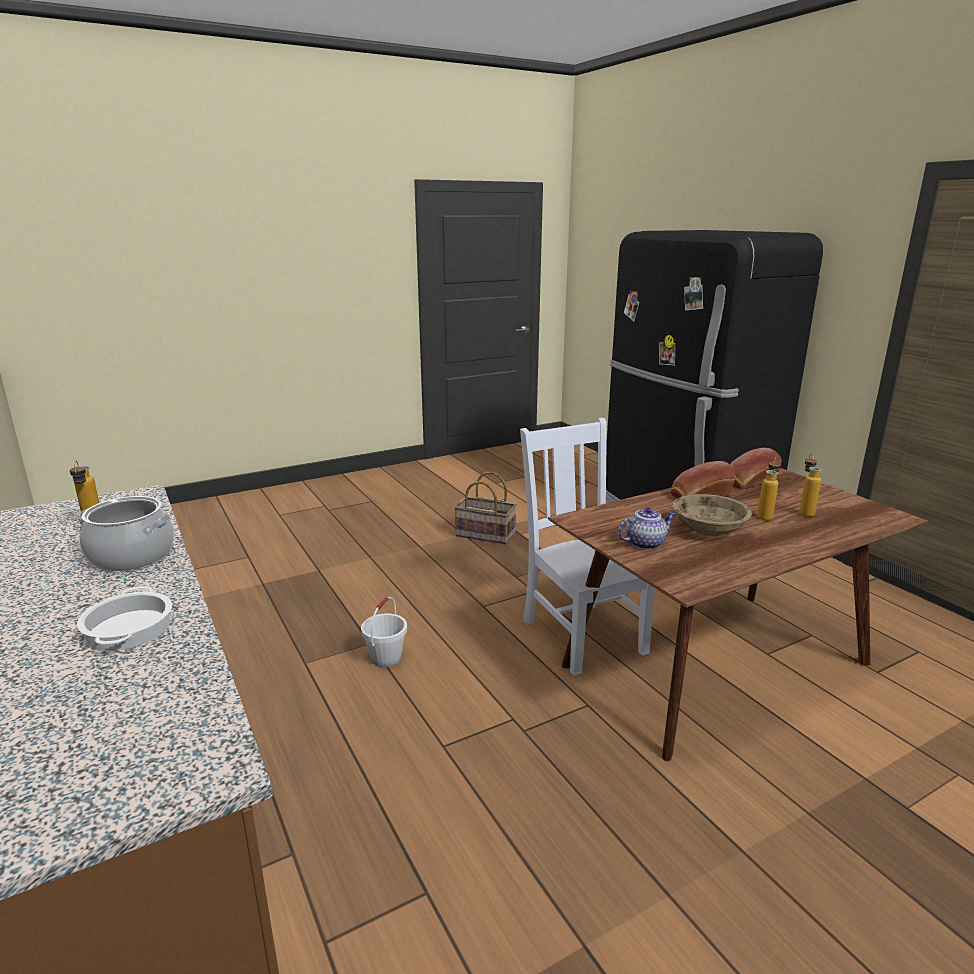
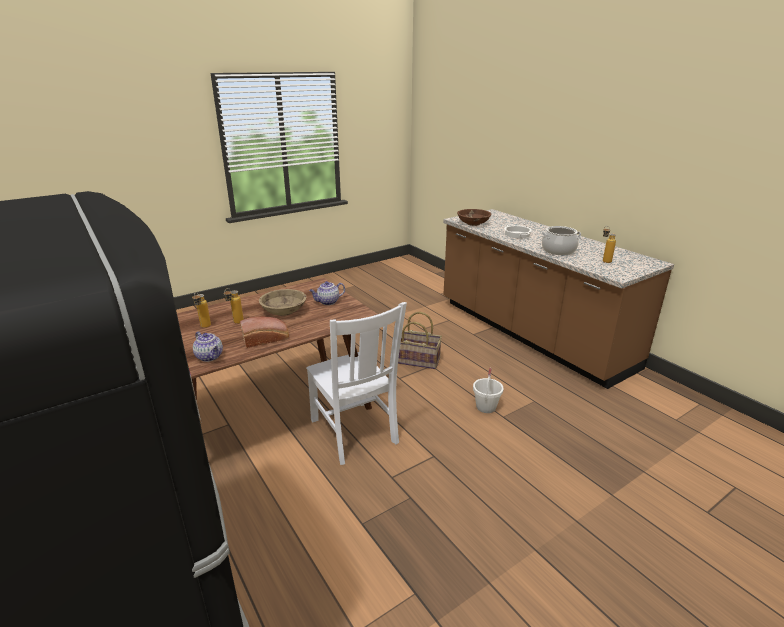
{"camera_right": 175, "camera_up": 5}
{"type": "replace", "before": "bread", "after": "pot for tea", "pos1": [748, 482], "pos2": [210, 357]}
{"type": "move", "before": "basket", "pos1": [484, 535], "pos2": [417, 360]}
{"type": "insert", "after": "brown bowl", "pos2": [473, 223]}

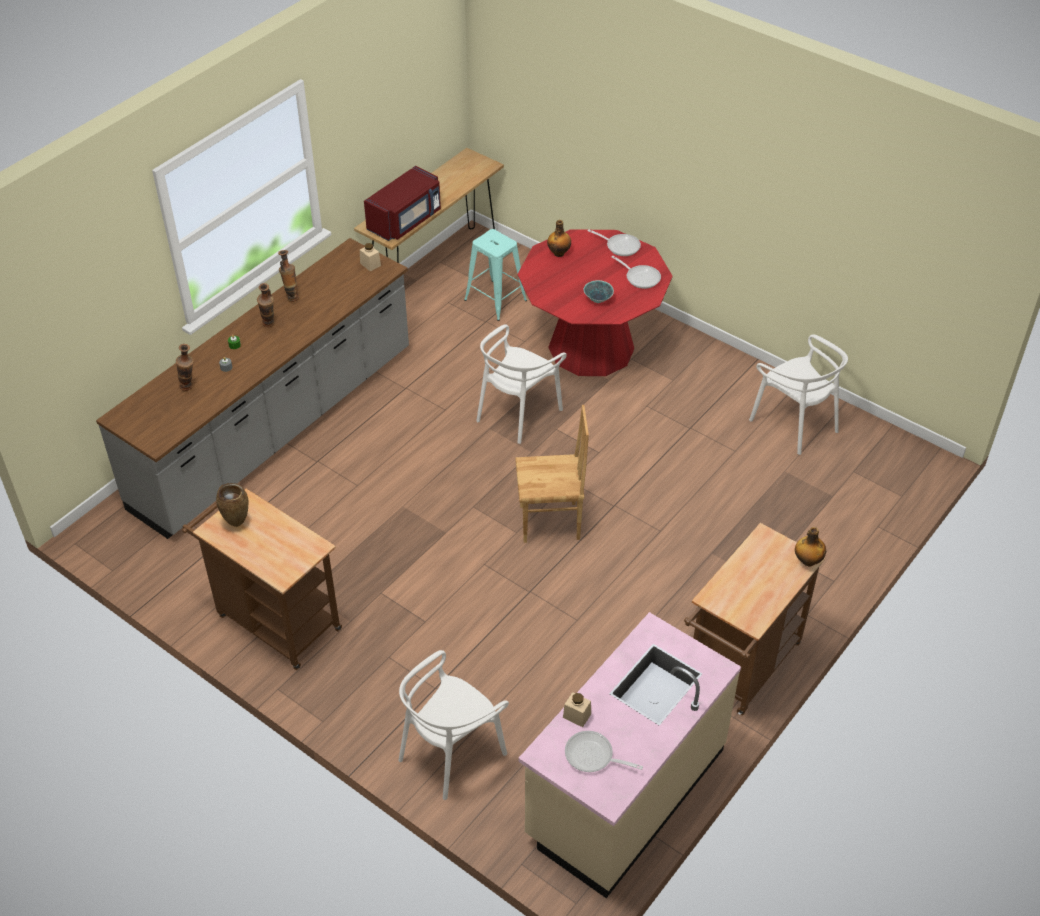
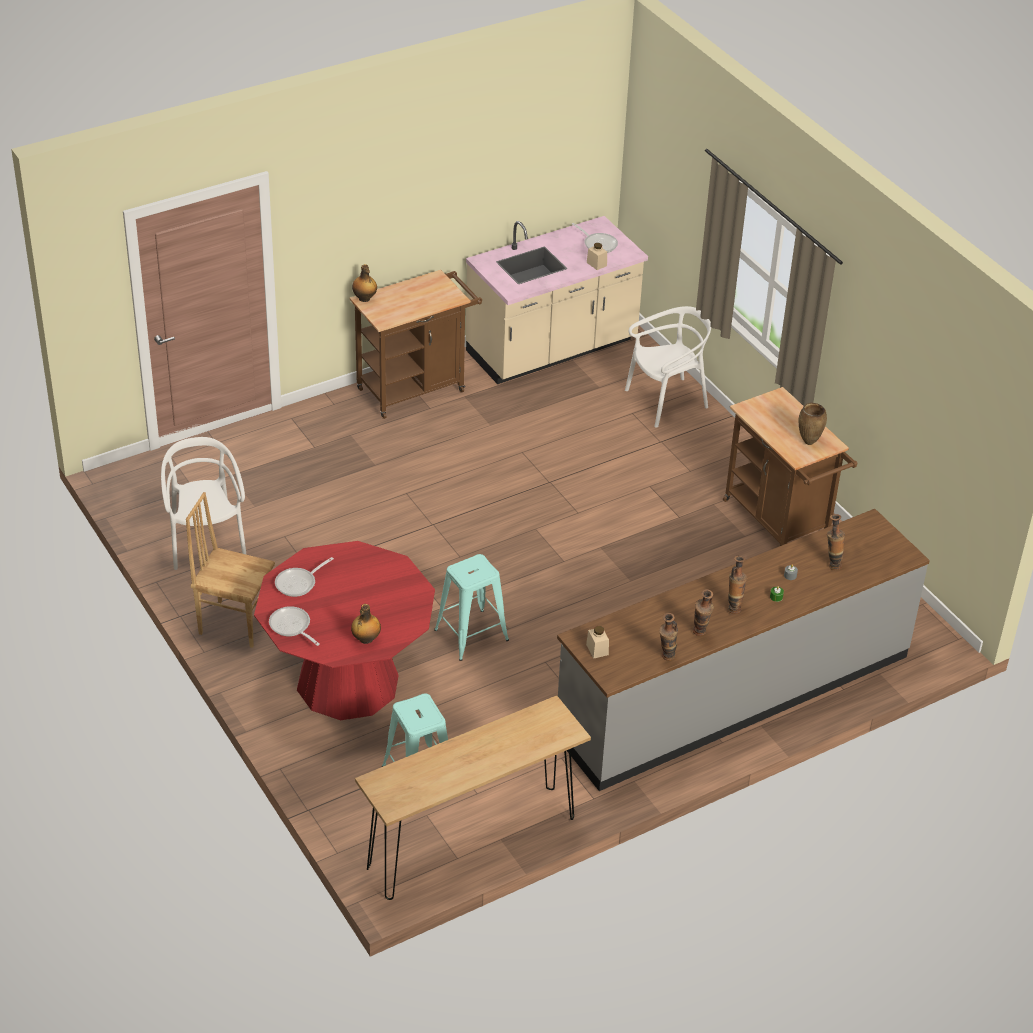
{"camera_right": -160, "camera_up": -5}
{"type": "move", "before": "brown plain chair", "pos1": [550, 523], "pos2": [235, 623]}
{"type": "rotate", "before": "pan", "pos1": [640, 277], "pos2": [299, 583], "turn": -105}
{"type": "replace", "before": "whitish plain chair", "after": "blue-green stool", "pos1": [517, 413], "pos2": [471, 635]}
{"type": "insert", "after": "vase", "pos2": [666, 659]}
{"type": "delete", "before": "red kitchen microwave", "pos1": [406, 220]}
{"type": "delete", "before": "bowl", "pos1": [597, 299]}

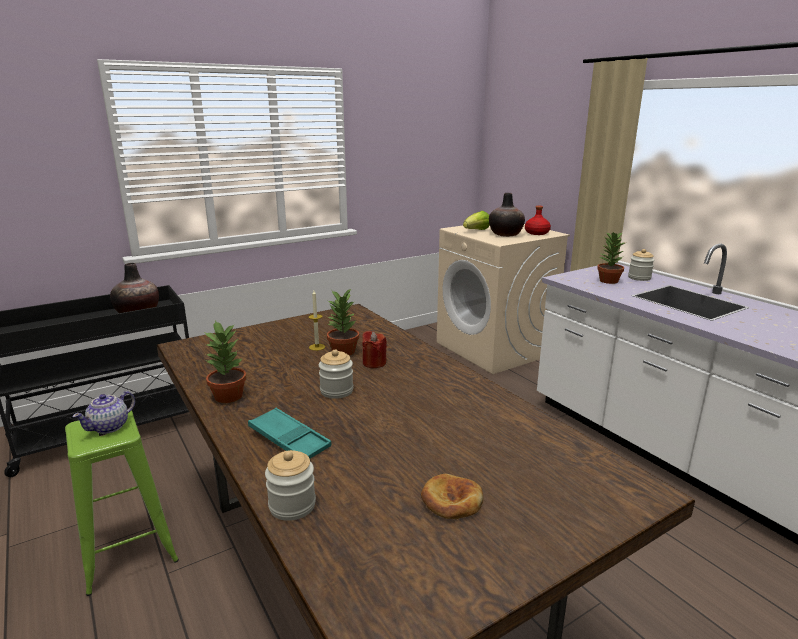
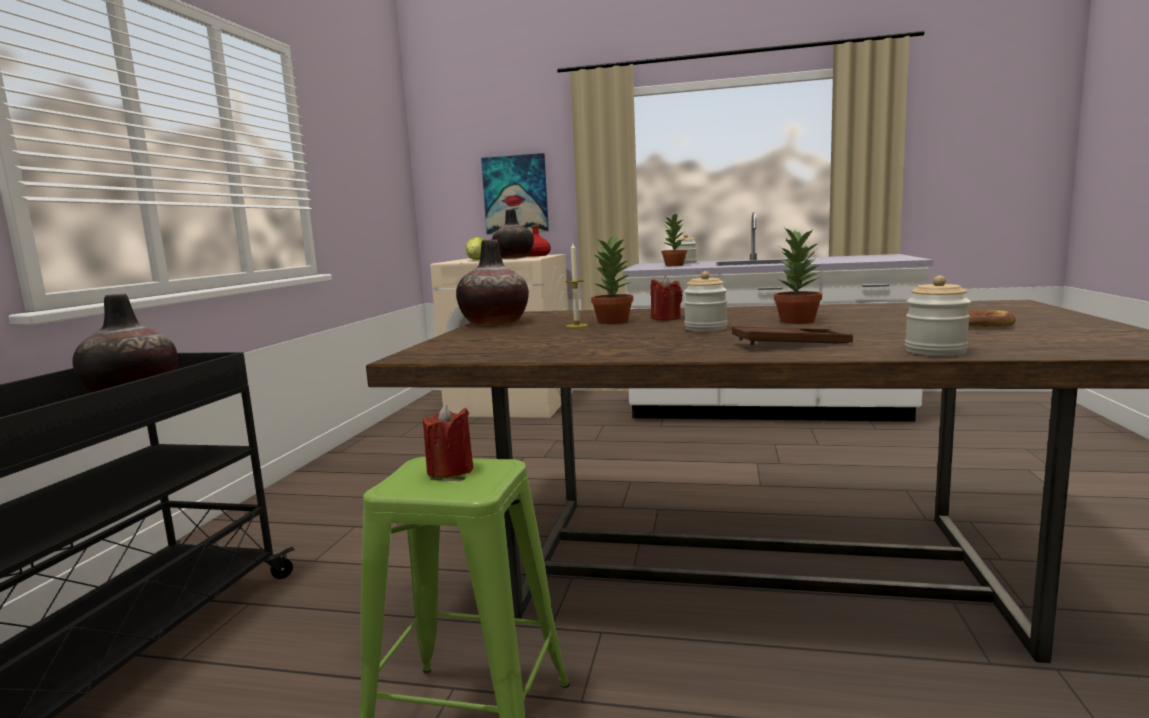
{"camera_right": -45, "camera_up": -10}
{"type": "replace", "before": "pot for tea", "after": "red candle", "pos1": [110, 427], "pos2": [450, 470]}
{"type": "insert", "after": "vase", "pos2": [494, 323]}
{"type": "insert", "after": "wall art", "pos2": [515, 194]}
{"type": "recolor", "before": "blue-green carrying tray", "after": "brown carrying tray", "pos1": [289, 440], "pos2": [790, 344]}
{"type": "move", "before": "potted plant", "pos1": [229, 396], "pos2": [796, 321]}

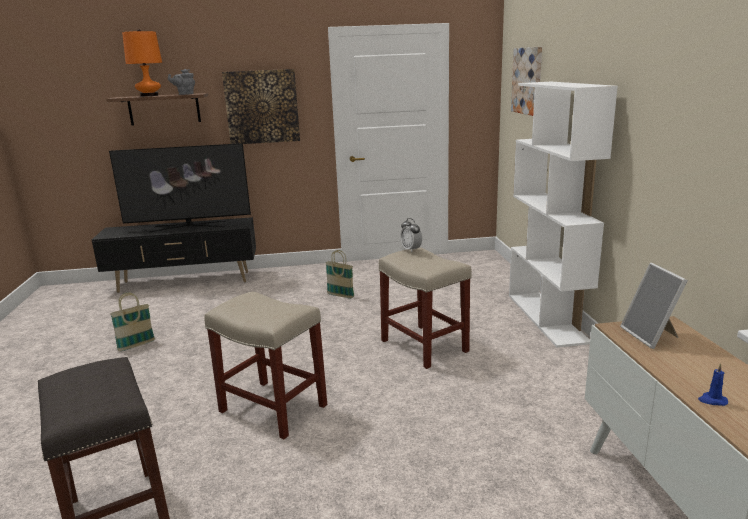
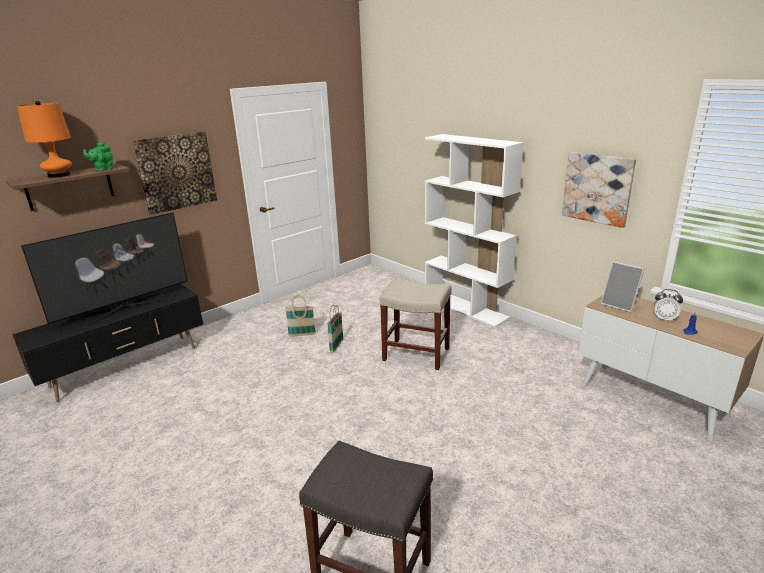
{"camera_right": -35, "camera_up": 5}
{"type": "recolor", "before": "grey pot for tea", "after": "green pot for tea", "pos1": [184, 94], "pos2": [103, 169]}
{"type": "move", "before": "basket", "pos1": [136, 345], "pos2": [336, 346]}
{"type": "move", "before": "wall art", "pos1": [527, 81], "pos2": [597, 188]}
{"type": "move", "before": "bedside clock", "pos1": [411, 250], "pos2": [664, 319]}
{"type": "delete", "before": "beige stool", "pos1": [271, 408]}

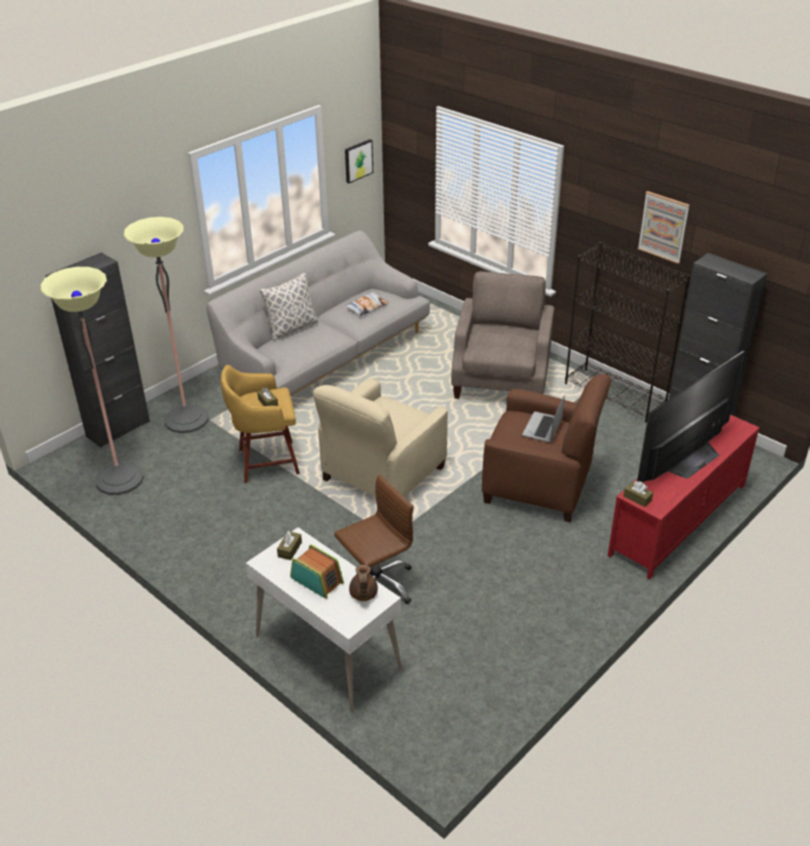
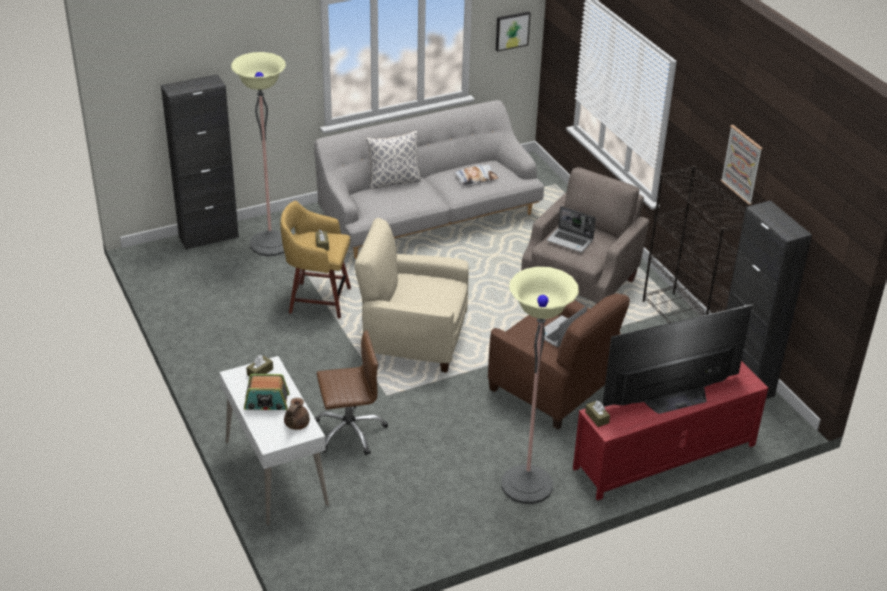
{"camera_right": 20, "camera_up": 0}
{"type": "rotate", "before": "radio", "pos1": [317, 580], "pos2": [266, 402], "turn": 120}
{"type": "rotate", "before": "beige armchair", "pos1": [382, 474], "pos2": [413, 339], "turn": 45}
{"type": "move", "before": "standard lamp", "pos1": [119, 479], "pos2": [527, 485]}
{"type": "insert", "after": "laptop", "pos2": [570, 241]}

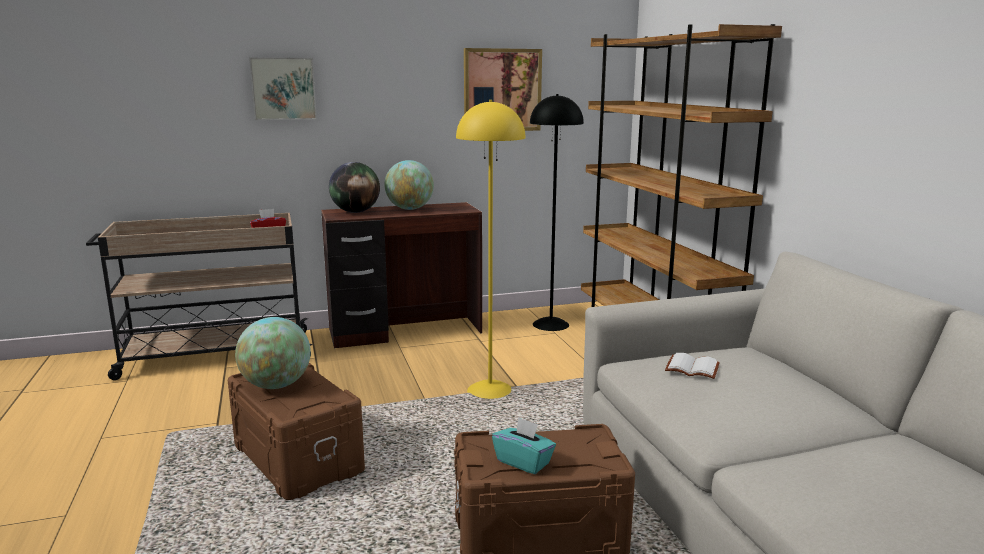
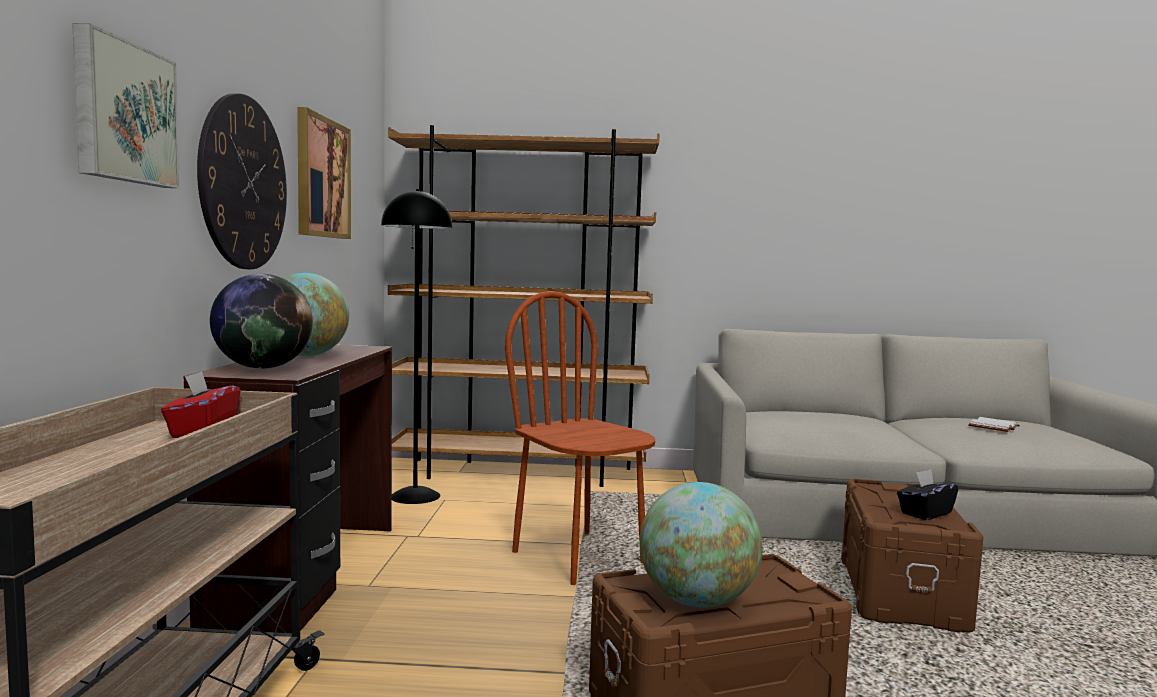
{"camera_right": -70, "camera_up": -10}
{"type": "insert", "after": "wall clock", "pos2": [244, 183]}
{"type": "replace", "before": "yellow standard lamp", "after": "brown plain chair", "pos1": [490, 390], "pos2": [579, 557]}
{"type": "recolor", "before": "blue-green tissue box", "after": "black tissue box", "pos1": [523, 462], "pos2": [925, 513]}
{"type": "move", "before": "whitish bound book", "pos1": [691, 368], "pos2": [995, 427]}

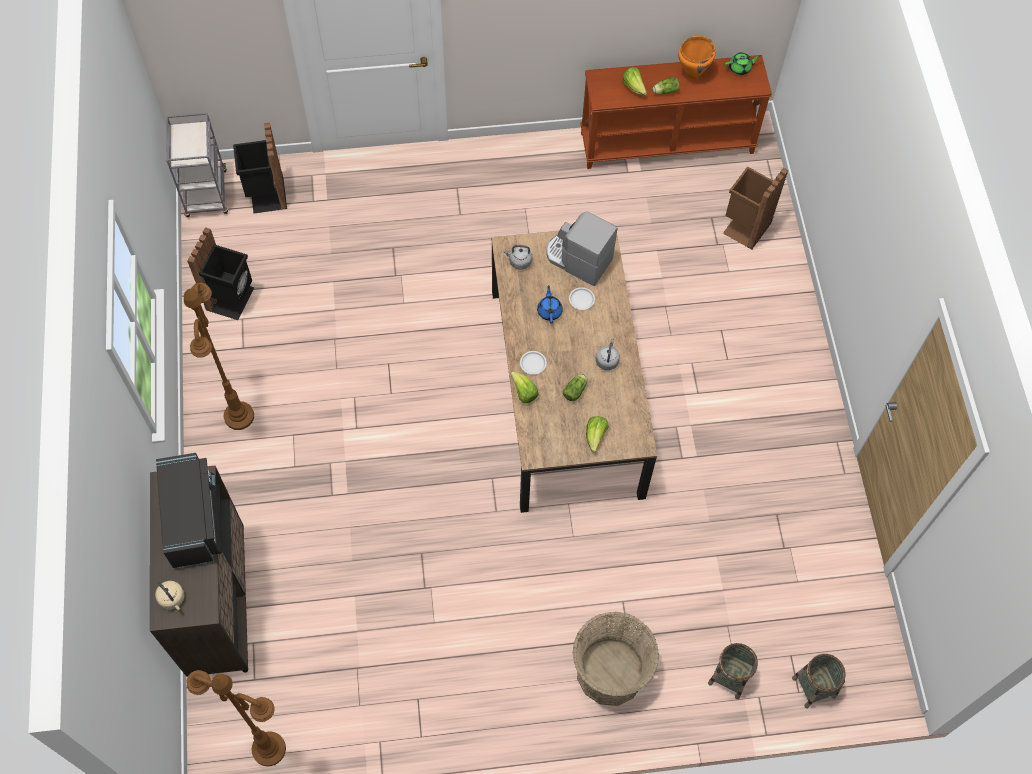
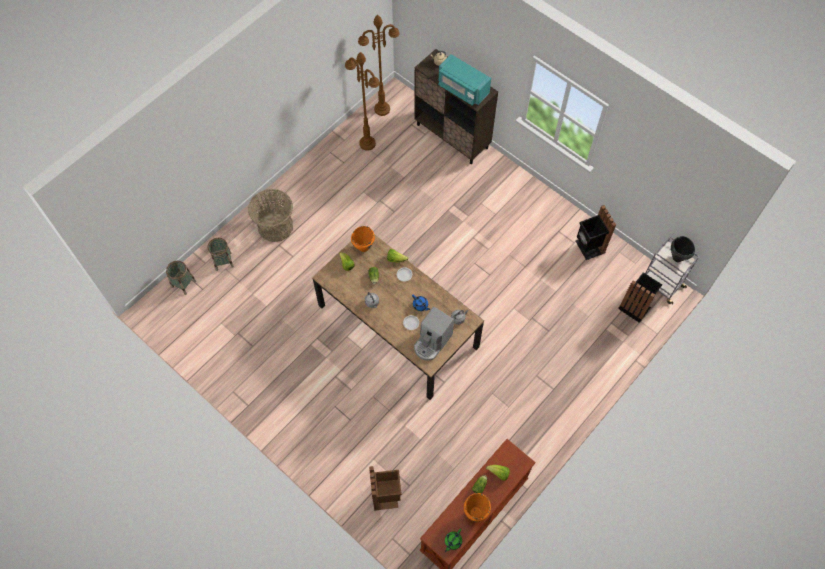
{"camera_right": 140, "camera_up": 0}
{"type": "move", "before": "brown standard lamp", "pos1": [239, 416], "pos2": [367, 143]}
{"type": "insert", "after": "orange-coloured cooking pot", "pos2": [364, 248]}
{"type": "rotate", "before": "coffee maker", "pos1": [577, 259], "pos2": [432, 342], "turn": 135}
{"type": "recolor", "before": "black kitchen microwave", "after": "blue-green kitchen microwave", "pos1": [193, 519], "pos2": [462, 89]}
{"type": "insert", "after": "black cooking pot", "pos2": [677, 257]}

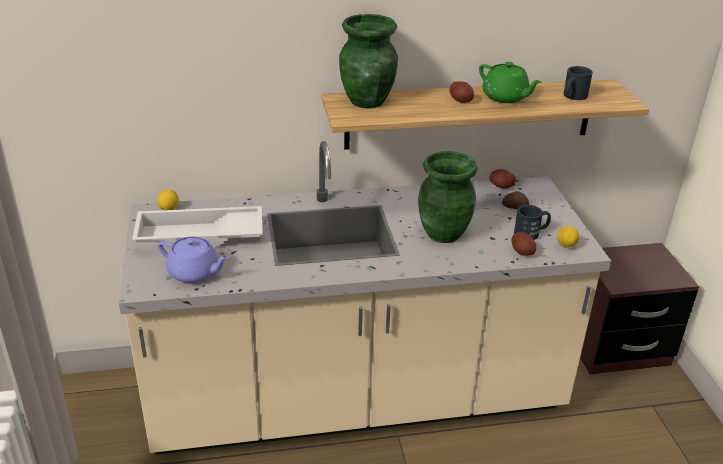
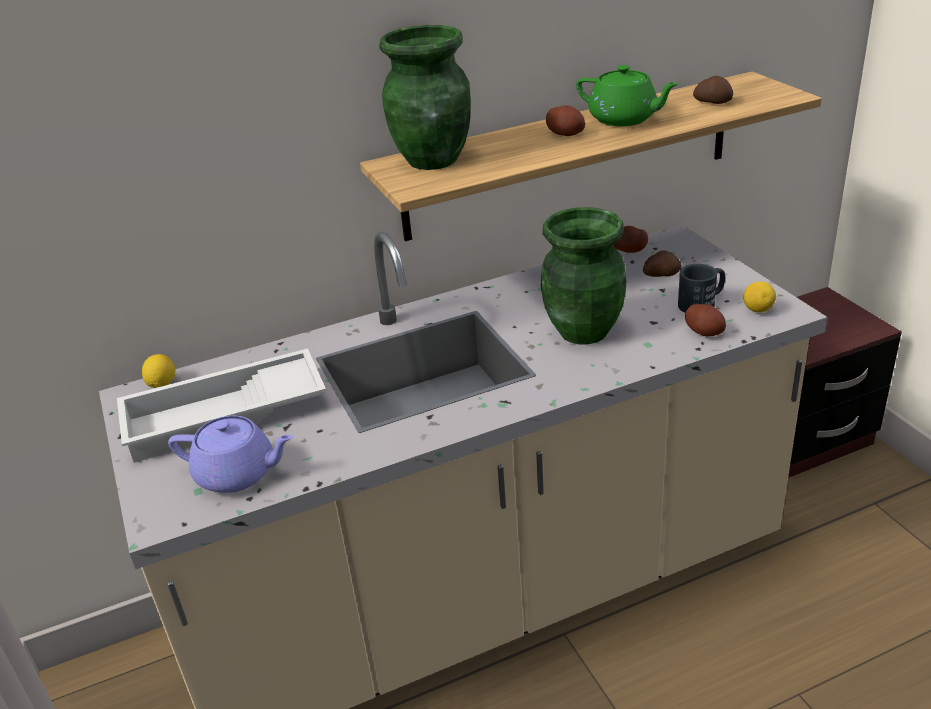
{"camera_right": -10, "camera_up": 0}
{"type": "replace", "before": "black coffee mug", "after": "potato", "pos1": [572, 97], "pos2": [712, 102]}

